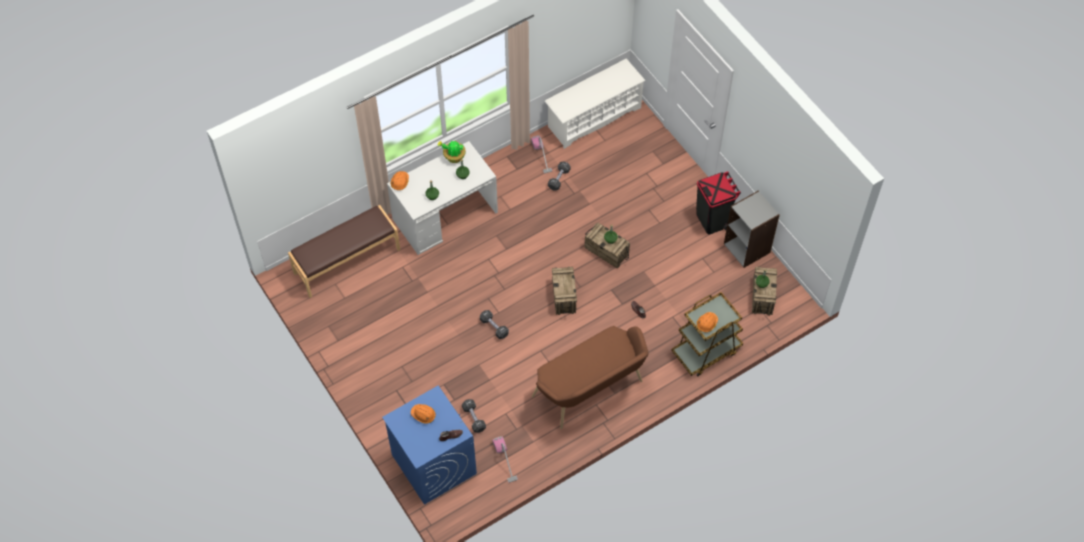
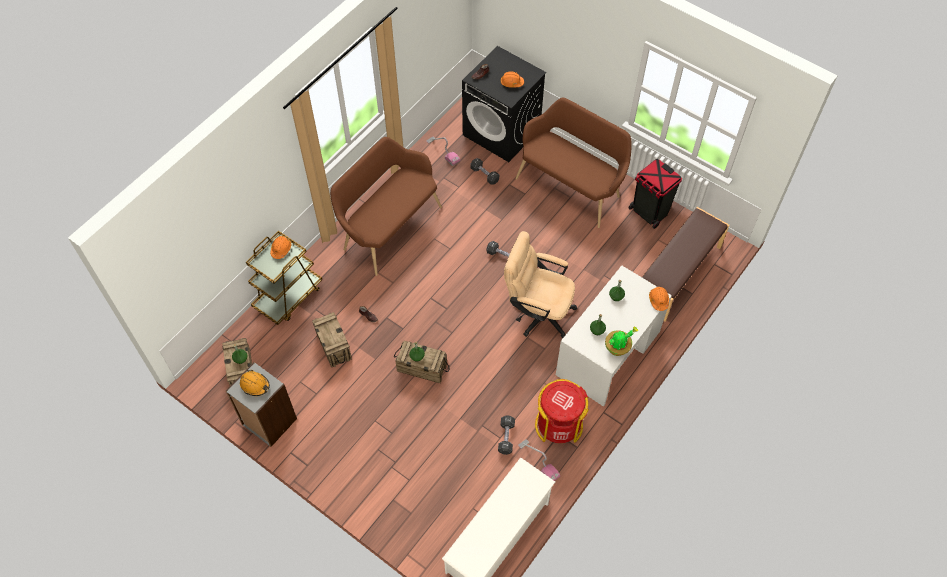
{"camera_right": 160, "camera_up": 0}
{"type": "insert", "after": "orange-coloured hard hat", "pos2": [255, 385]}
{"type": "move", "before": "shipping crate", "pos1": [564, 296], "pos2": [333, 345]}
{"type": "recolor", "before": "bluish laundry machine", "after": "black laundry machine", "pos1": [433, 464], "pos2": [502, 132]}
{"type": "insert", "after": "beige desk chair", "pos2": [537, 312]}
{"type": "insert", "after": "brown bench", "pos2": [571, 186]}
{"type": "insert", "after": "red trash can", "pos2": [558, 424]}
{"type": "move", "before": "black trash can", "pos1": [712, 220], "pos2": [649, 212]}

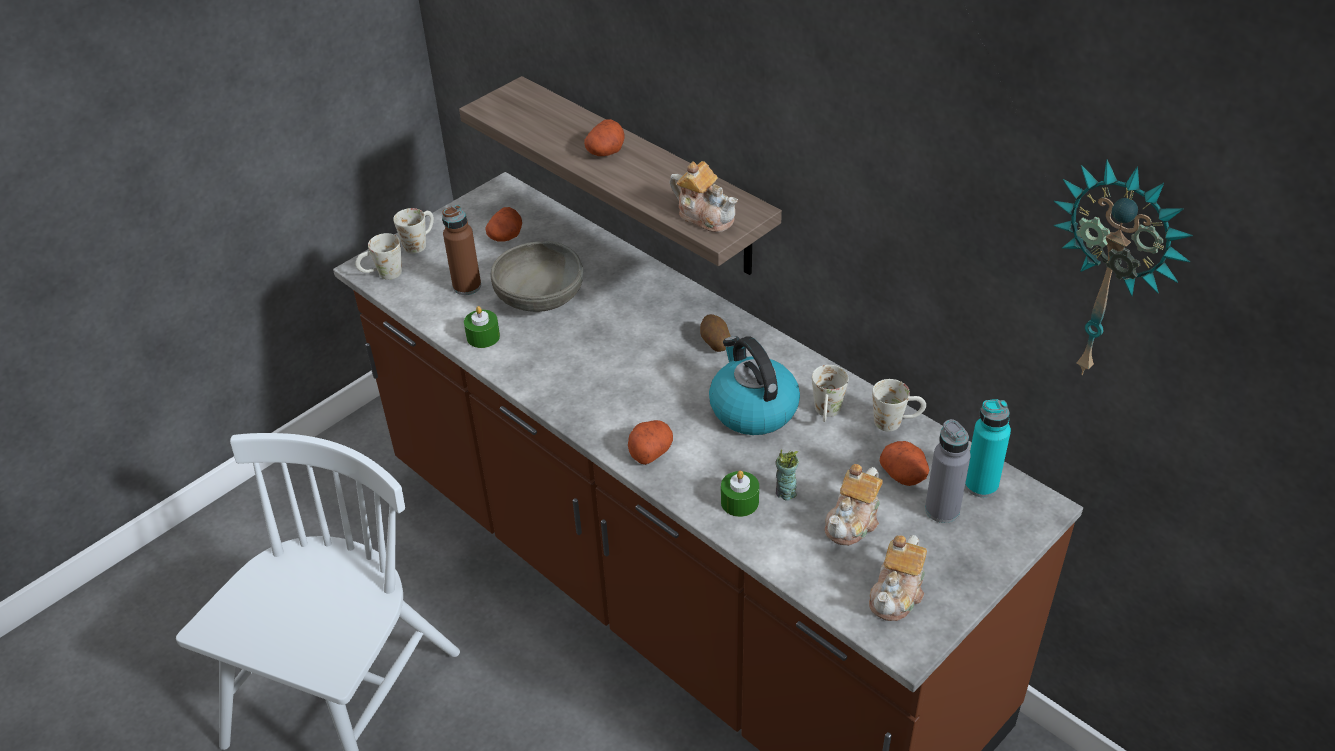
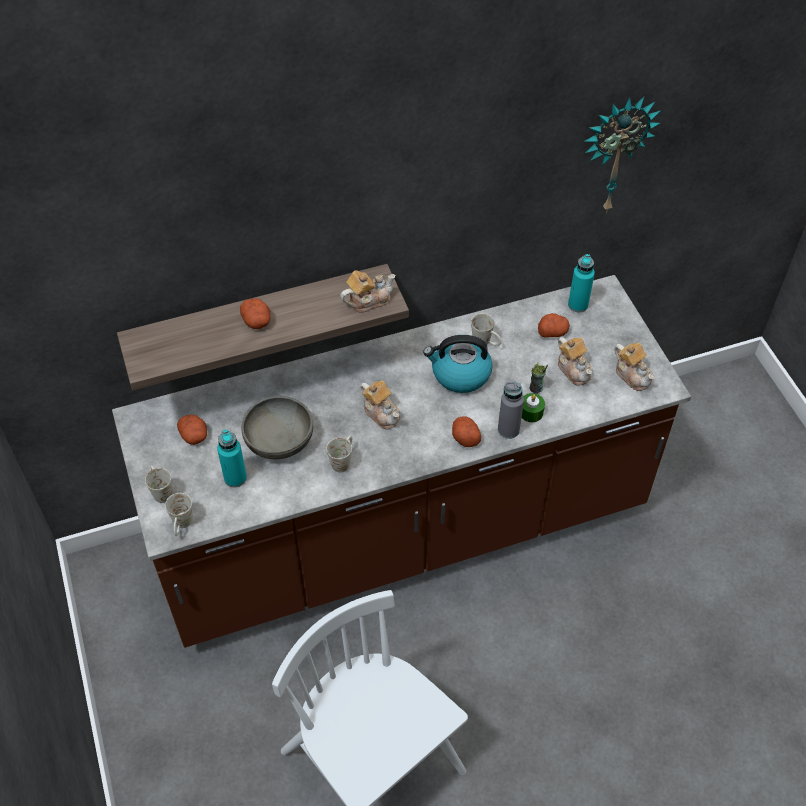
{"camera_right": -65, "camera_up": 10}
{"type": "recolor", "before": "brown bottle", "after": "blue-green bottle", "pos1": [467, 286], "pos2": [235, 478]}
{"type": "move", "before": "whitish coffee mug", "pos1": [896, 422], "pos2": [343, 460]}
{"type": "insert", "after": "pot for tea", "pos2": [381, 413]}
{"type": "move", "before": "grey bottle", "pos1": [942, 510], "pos2": [508, 429]}
{"type": "delete", "before": "green candle", "pos1": [483, 337]}
{"type": "delete", "before": "potato", "pos1": [715, 344]}

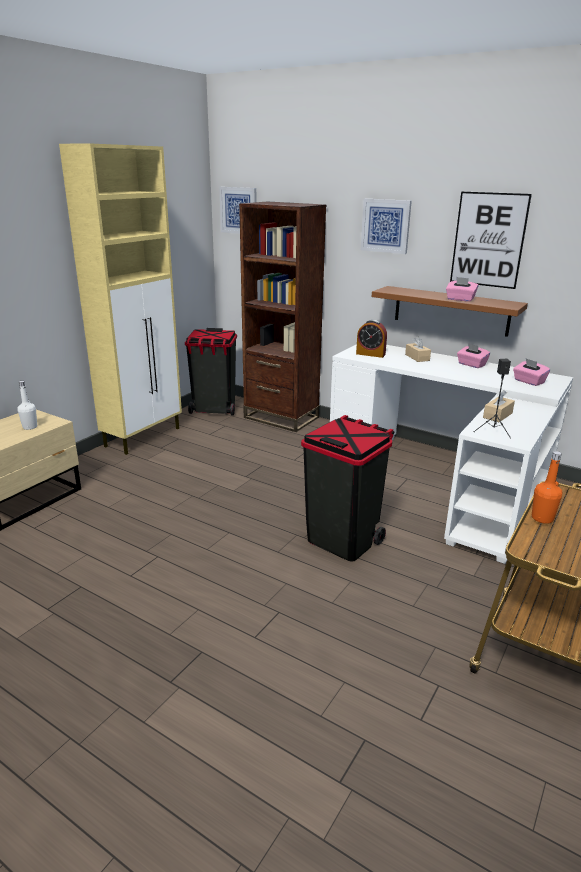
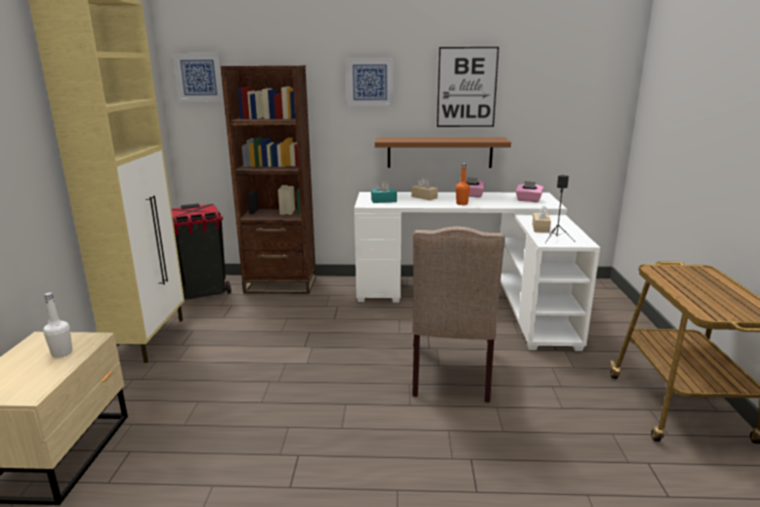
{"camera_right": -30, "camera_up": -5}
{"type": "replace", "before": "bedside clock", "after": "blue-green tissue box", "pos1": [370, 354], "pos2": [384, 201]}
{"type": "replace", "before": "black trash can", "after": "beige plain chair", "pos1": [342, 540], "pos2": [451, 374]}
{"type": "move", "before": "orange-coloured bottle", "pos1": [542, 518], "pos2": [462, 204]}
{"type": "delete", "before": "pink-coloured tissue box", "pos1": [460, 299]}

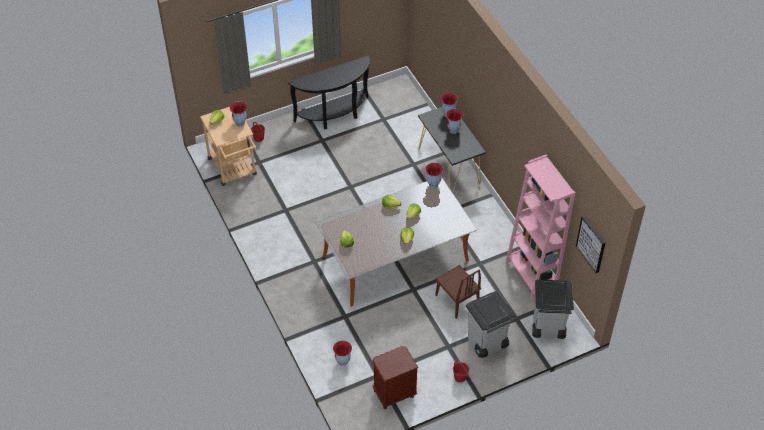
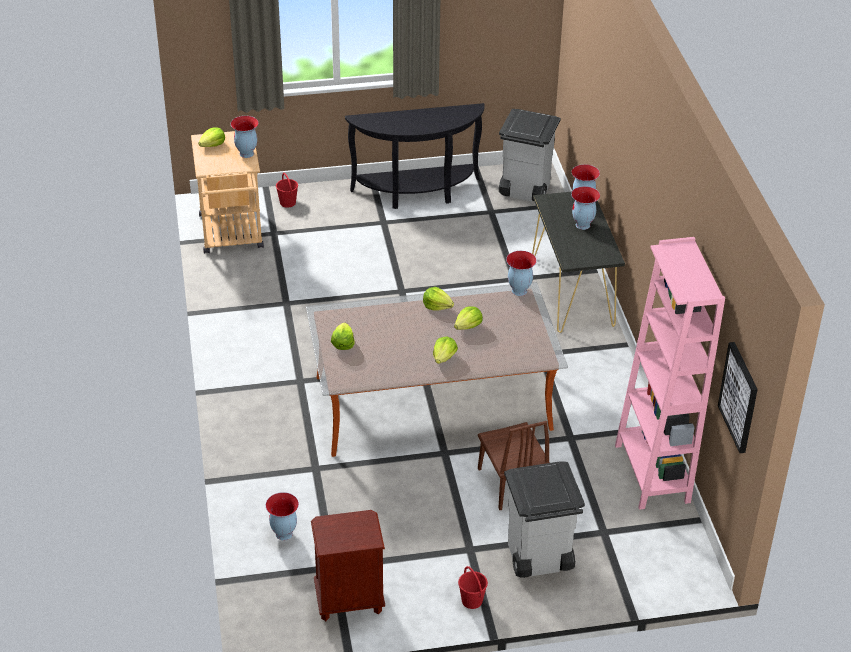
{"camera_right": 15, "camera_up": -10}
{"type": "move", "before": "grey trash can", "pos1": [547, 328], "pos2": [524, 190]}

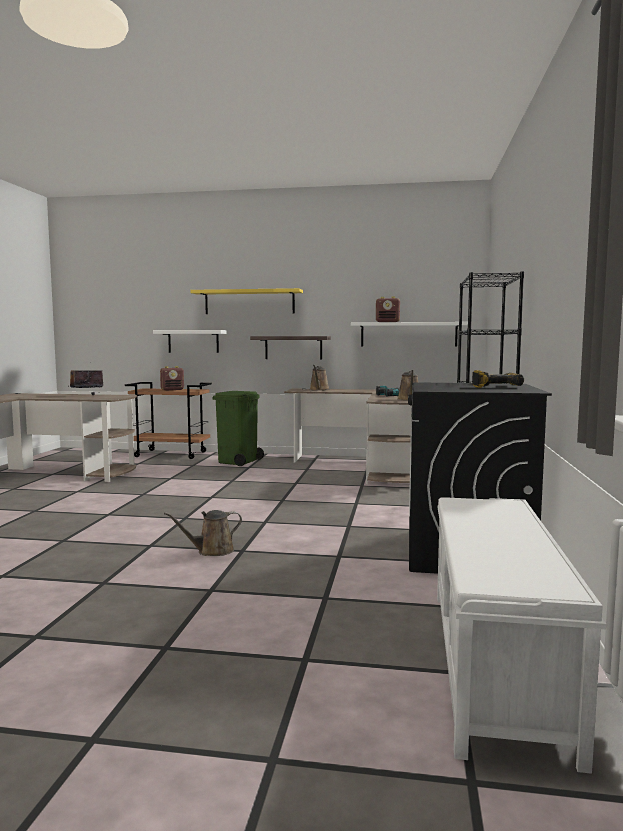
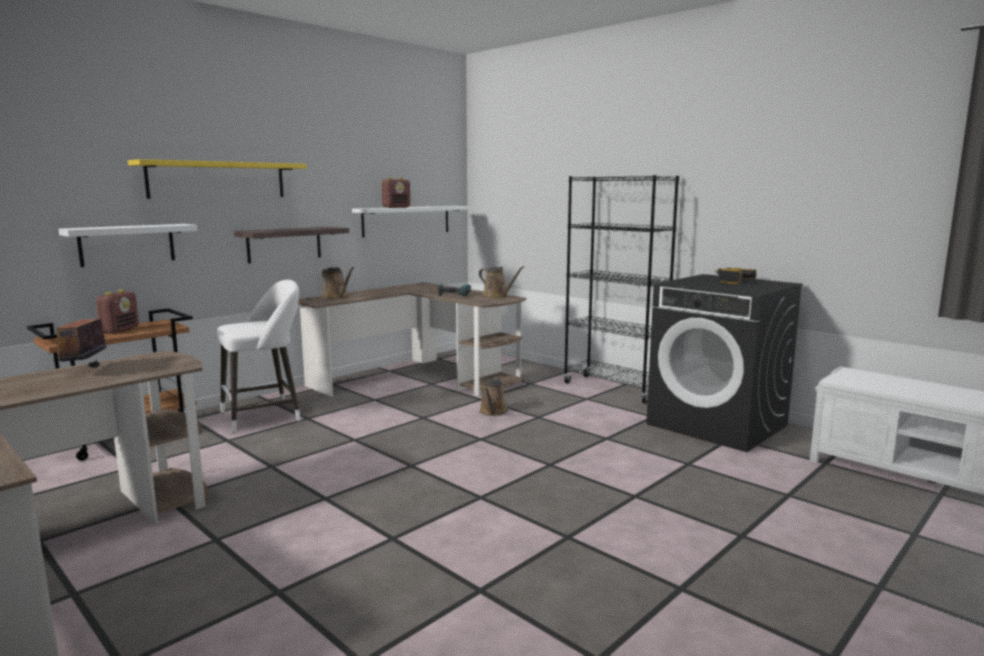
{"camera_right": -55, "camera_up": 5}
{"type": "replace", "before": "green trash can", "after": "whitish stool", "pos1": [238, 461], "pos2": [266, 416]}
{"type": "move", "before": "brown watering can", "pos1": [212, 551], "pos2": [493, 412]}

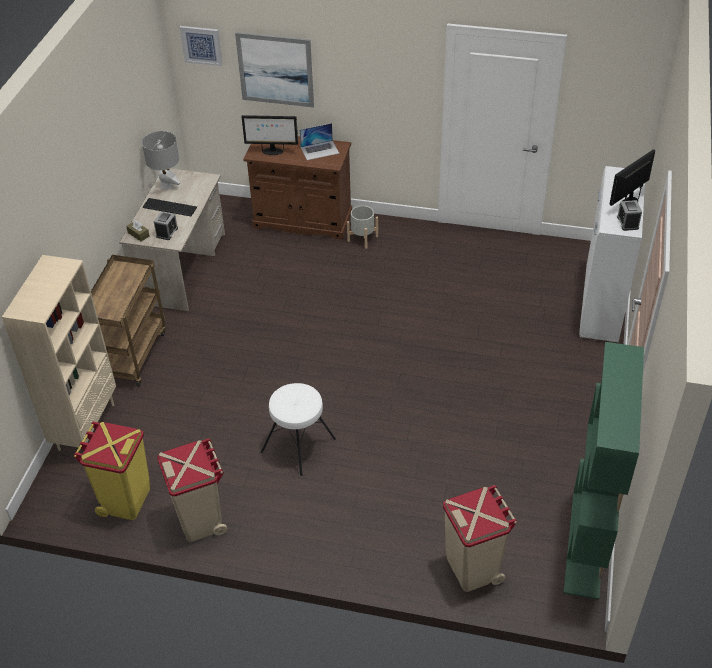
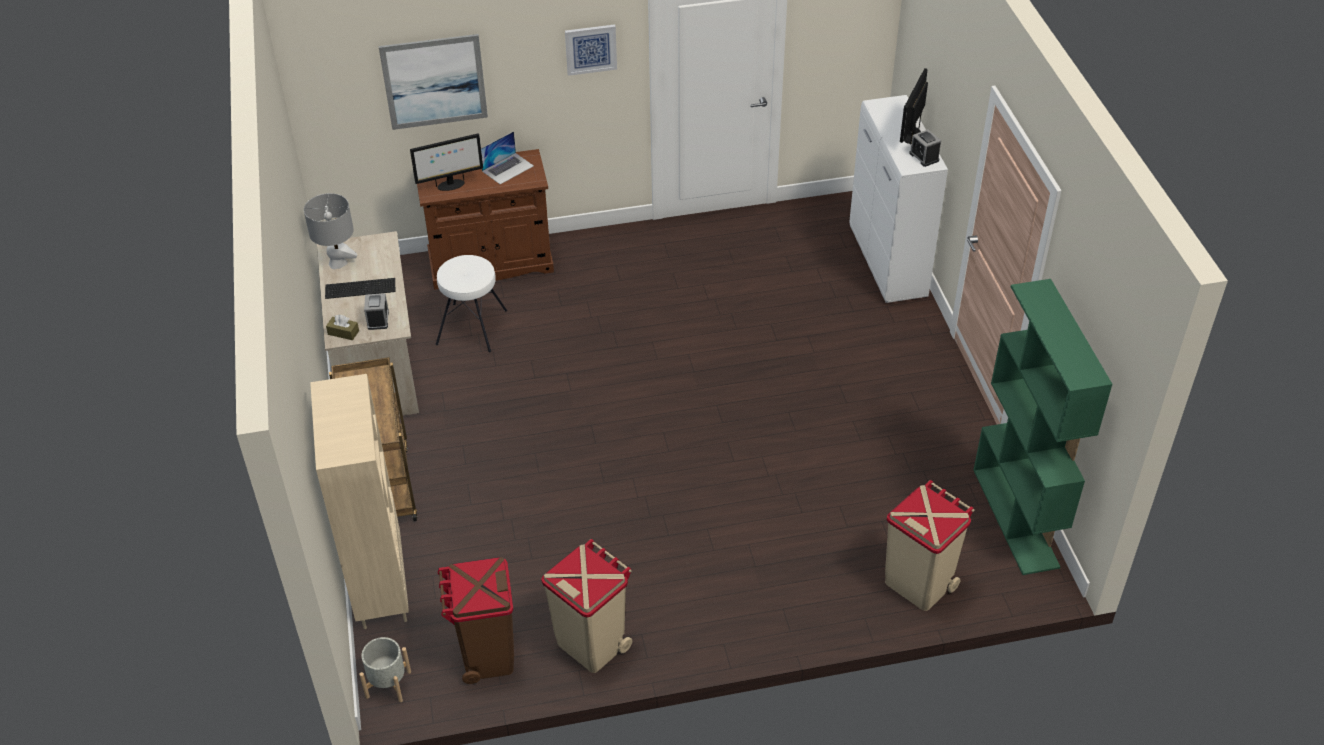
{"camera_right": -25, "camera_up": 0}
{"type": "move", "before": "grey planter", "pos1": [362, 238], "pos2": [388, 684]}
{"type": "move", "before": "whitish stool", "pos1": [299, 445], "pos2": [472, 327]}
{"type": "recolor", "before": "yellow trash can", "after": "brown trash can", "pos1": [125, 499], "pos2": [487, 654]}
{"type": "move", "before": "wall art", "pos1": [201, 45], "pos2": [591, 49]}

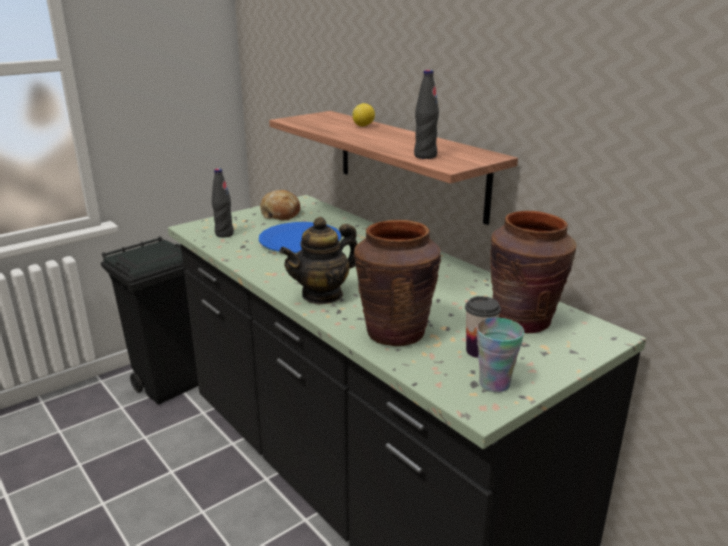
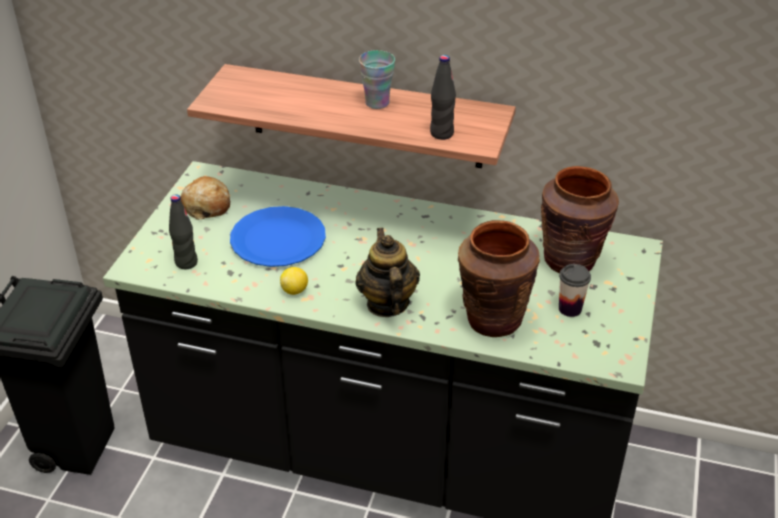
{"camera_right": -35, "camera_up": 15}
{"type": "move", "before": "whole lemon", "pos1": [364, 126], "pos2": [295, 290]}
{"type": "rotate", "before": "pot for tea", "pos1": [322, 295], "pos2": [387, 303], "turn": 150}
{"type": "move", "before": "drinking cup", "pos1": [494, 383], "pos2": [377, 103]}

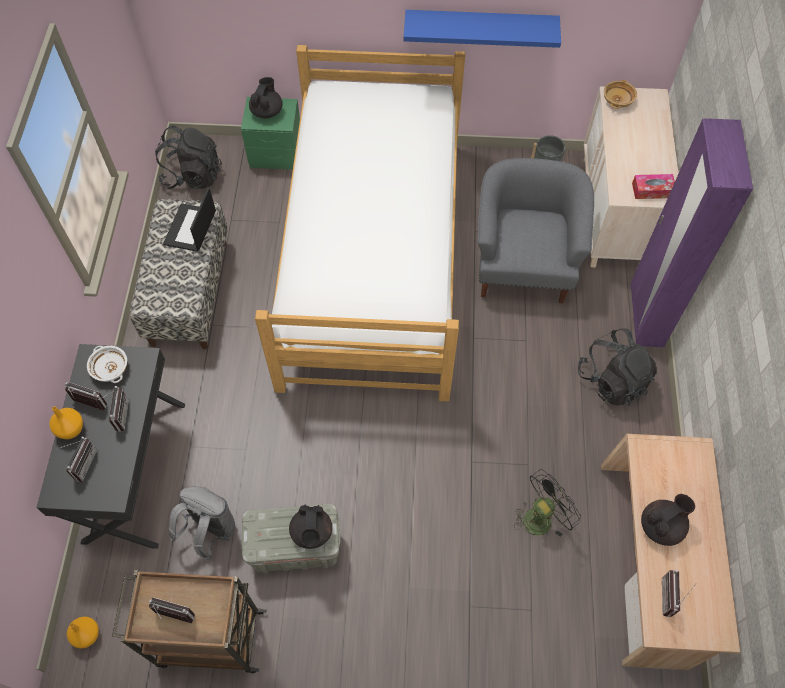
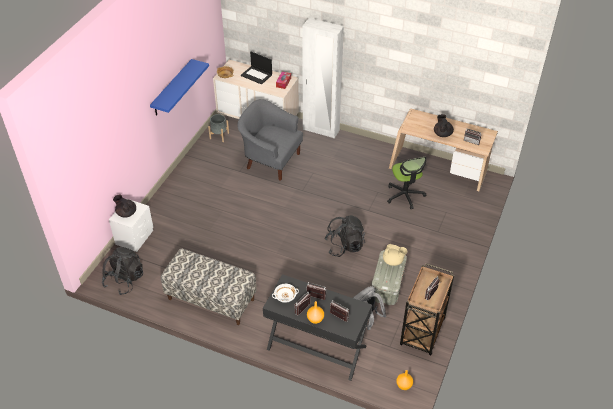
{"camera_right": -70, "camera_up": -15}
{"type": "recolor", "before": "green night table", "after": "whitish night table", "pos1": [276, 154], "pos2": [134, 237]}
{"type": "move", "before": "laptop", "pos1": [190, 228], "pos2": [257, 75]}
{"type": "recolor", "before": "purplish armoire", "after": "whitish armoire", "pos1": [645, 316], "pos2": [321, 130]}
{"type": "move", "before": "black backpack", "pos1": [612, 380], "pos2": [344, 246]}
{"type": "recolor", "before": "black pot for tea", "after": "beige pot for tea", "pos1": [312, 533], "pos2": [393, 261]}
{"type": "replace", "before": "black electric fan", "after": "desk chair", "pos1": [541, 516], "pos2": [405, 195]}
{"type": "delete", "before": "sleeping bed", "pos1": [373, 259]}

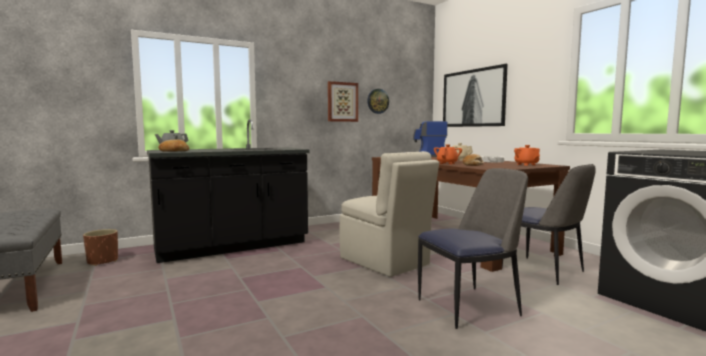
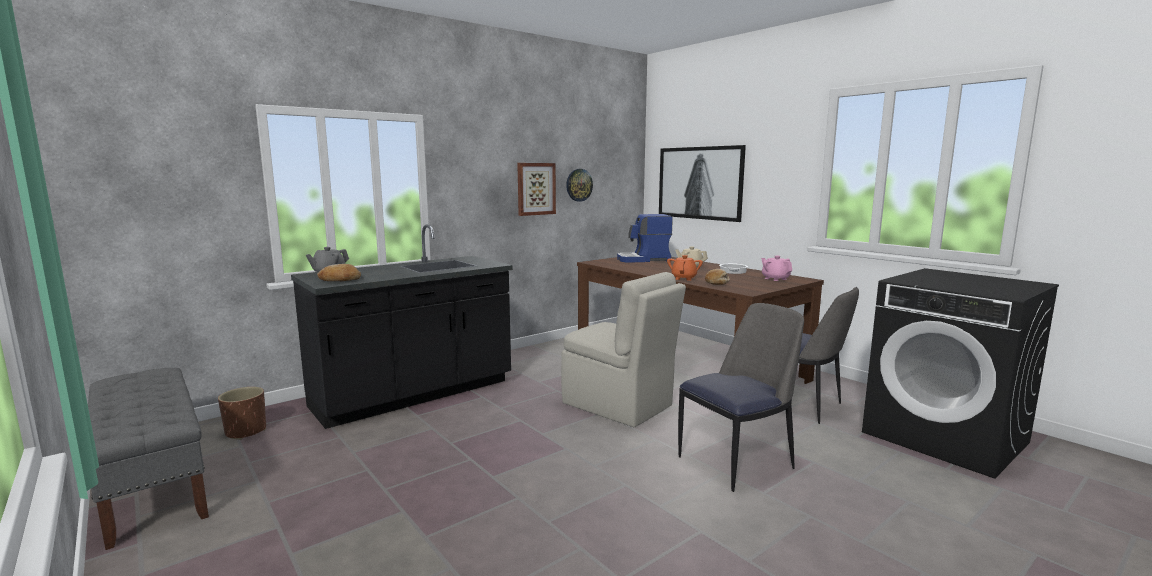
{"camera_right": -10, "camera_up": 5}
{"type": "recolor", "before": "orange-coloured pot for tea", "after": "pink-coloured pot for tea", "pos1": [526, 164], "pos2": [775, 279]}

